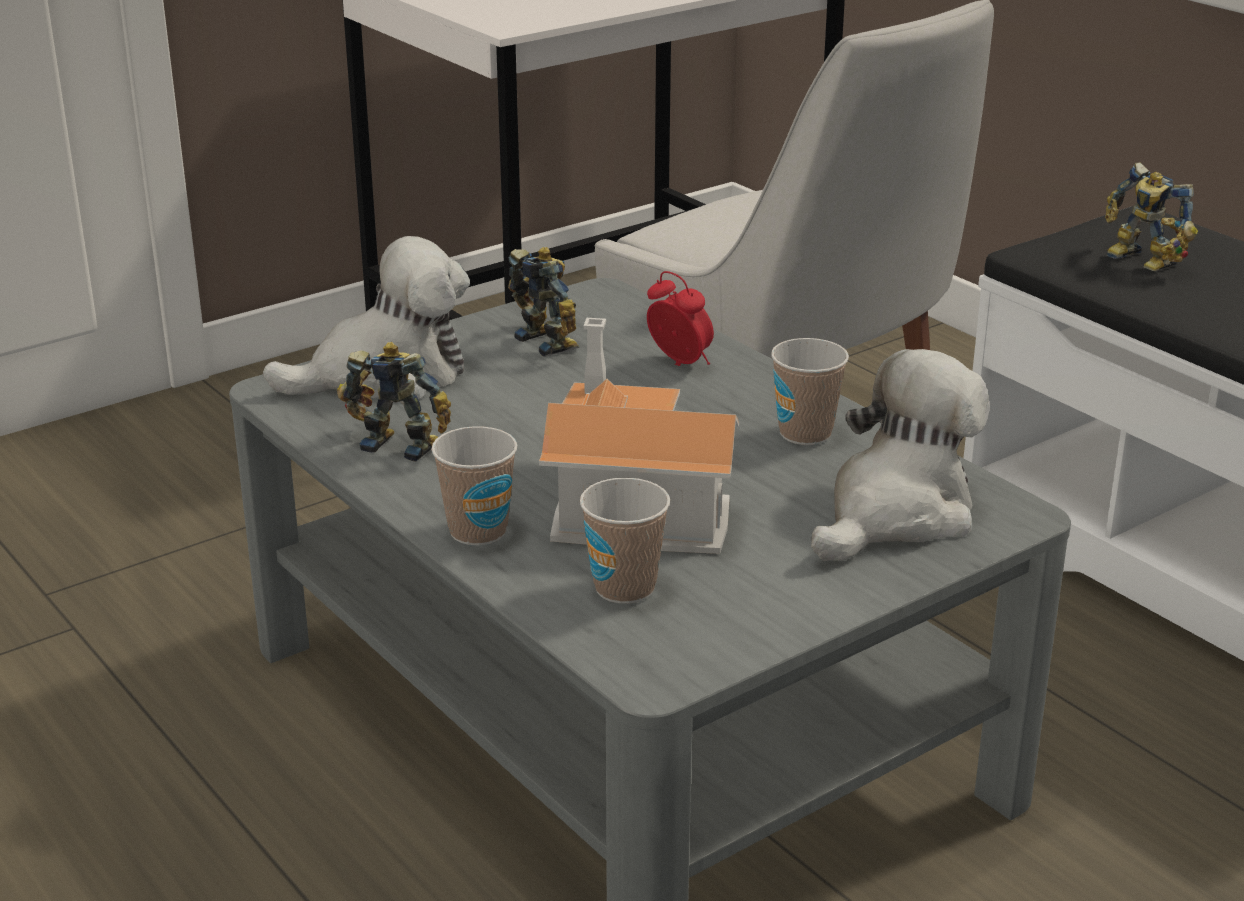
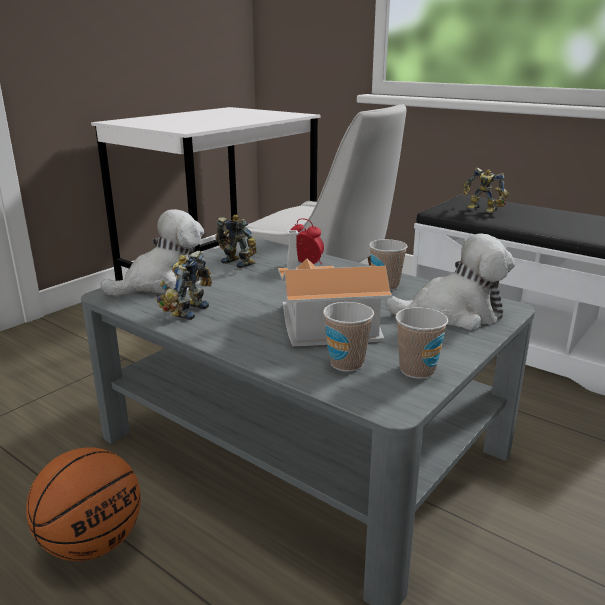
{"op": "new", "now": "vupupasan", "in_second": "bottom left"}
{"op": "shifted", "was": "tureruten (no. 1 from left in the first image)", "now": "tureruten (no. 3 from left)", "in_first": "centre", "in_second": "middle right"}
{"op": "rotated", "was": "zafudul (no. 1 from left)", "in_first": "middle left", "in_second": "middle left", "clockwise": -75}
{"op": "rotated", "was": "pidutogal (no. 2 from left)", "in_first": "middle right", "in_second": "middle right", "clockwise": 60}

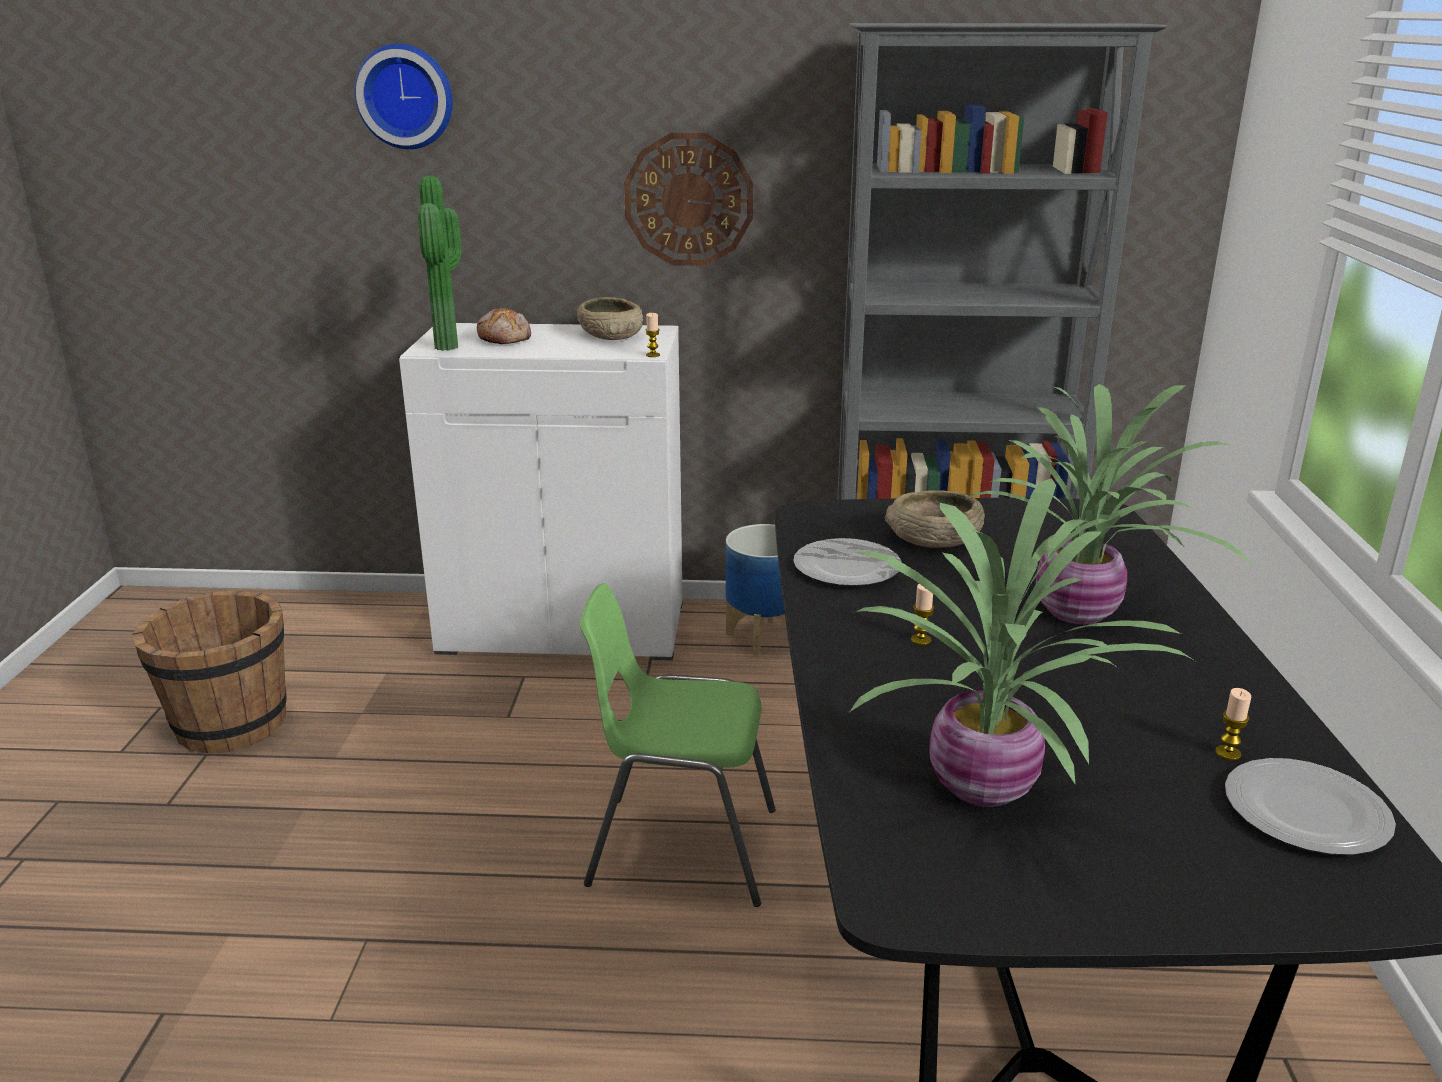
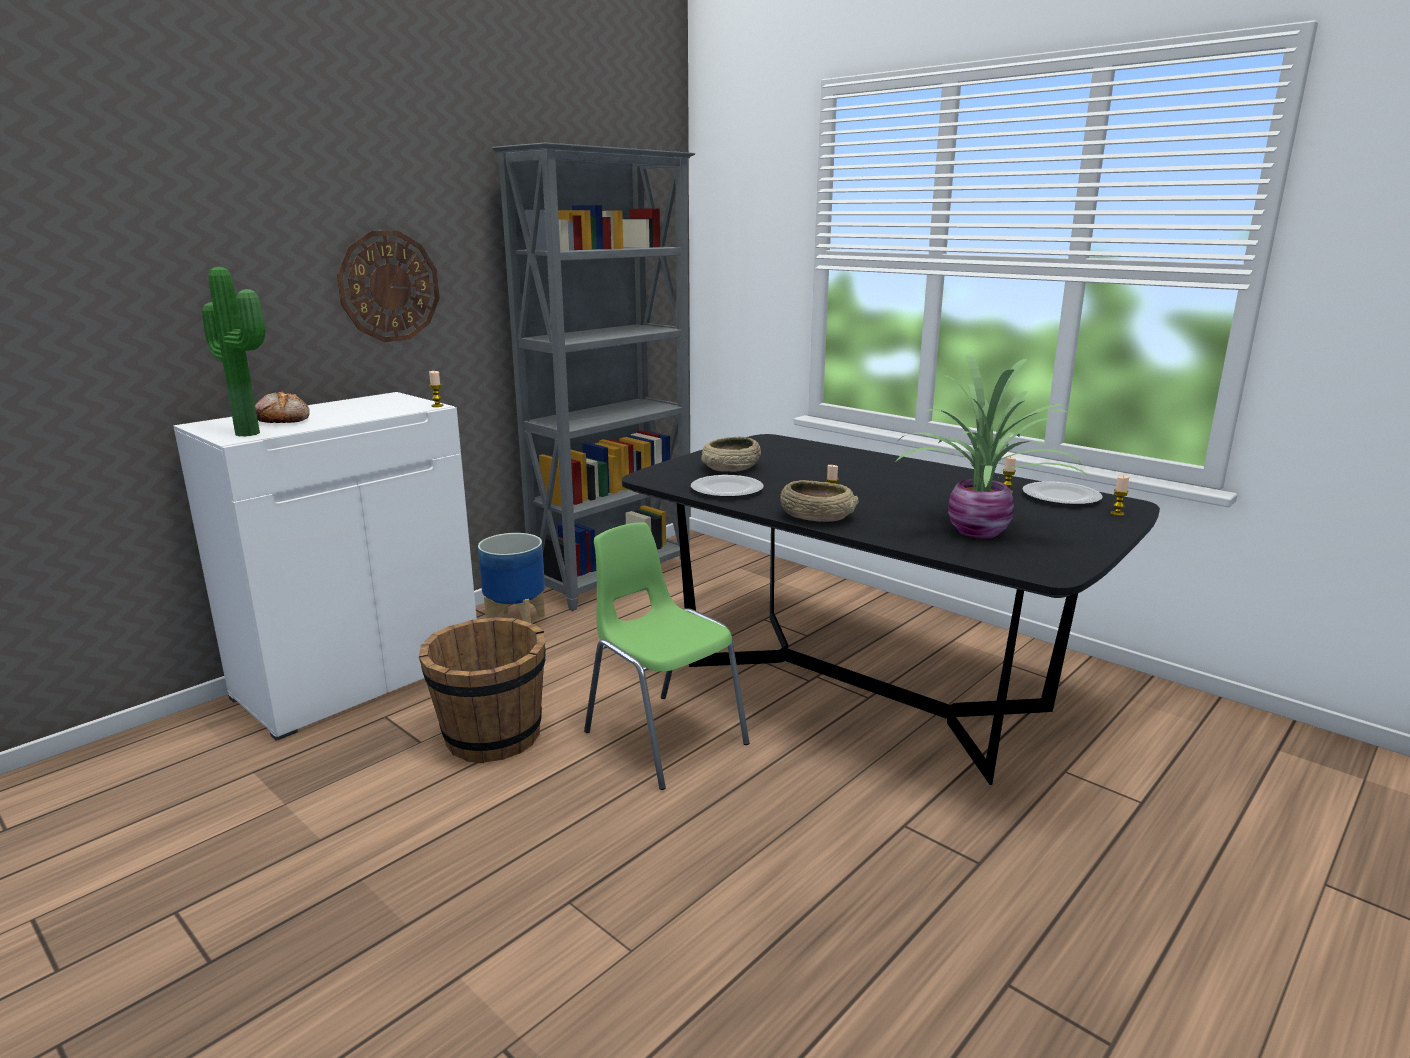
{"op": "gone", "was": "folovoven (no. 1 from left)", "in_first": "top left"}
{"op": "gone", "was": "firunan (no. 3 from left)", "in_first": "middle right"}
{"op": "new", "now": "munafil (no. 4 from left)", "in_second": "middle right"}
{"op": "shifted", "was": "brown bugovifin", "in_first": "middle left", "in_second": "centre"}
{"op": "shifted", "was": "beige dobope (no. 1 from left in the first image)", "now": "beige dobope (no. 2 from left)", "in_first": "top centre", "in_second": "centre"}
{"op": "rotated", "was": "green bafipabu", "in_first": "bottom centre", "in_second": "centre", "clockwise": 90}

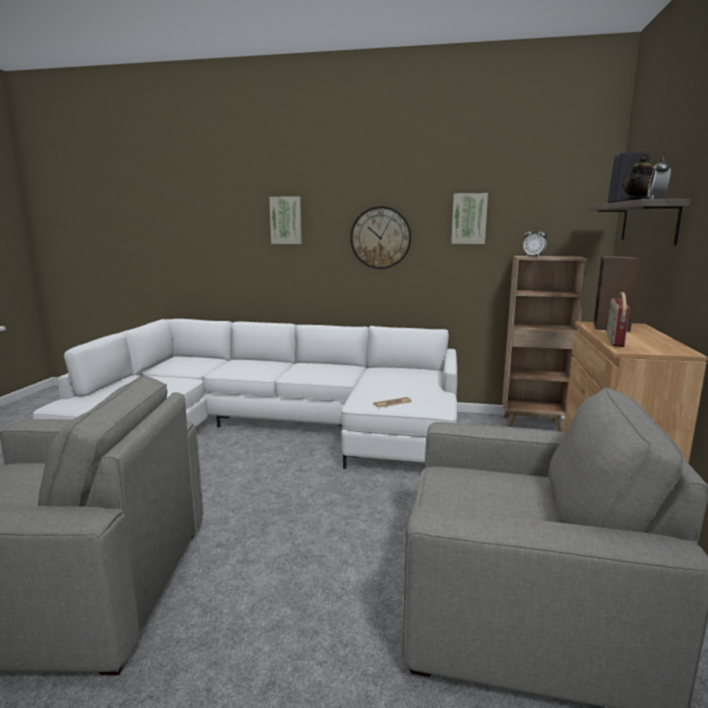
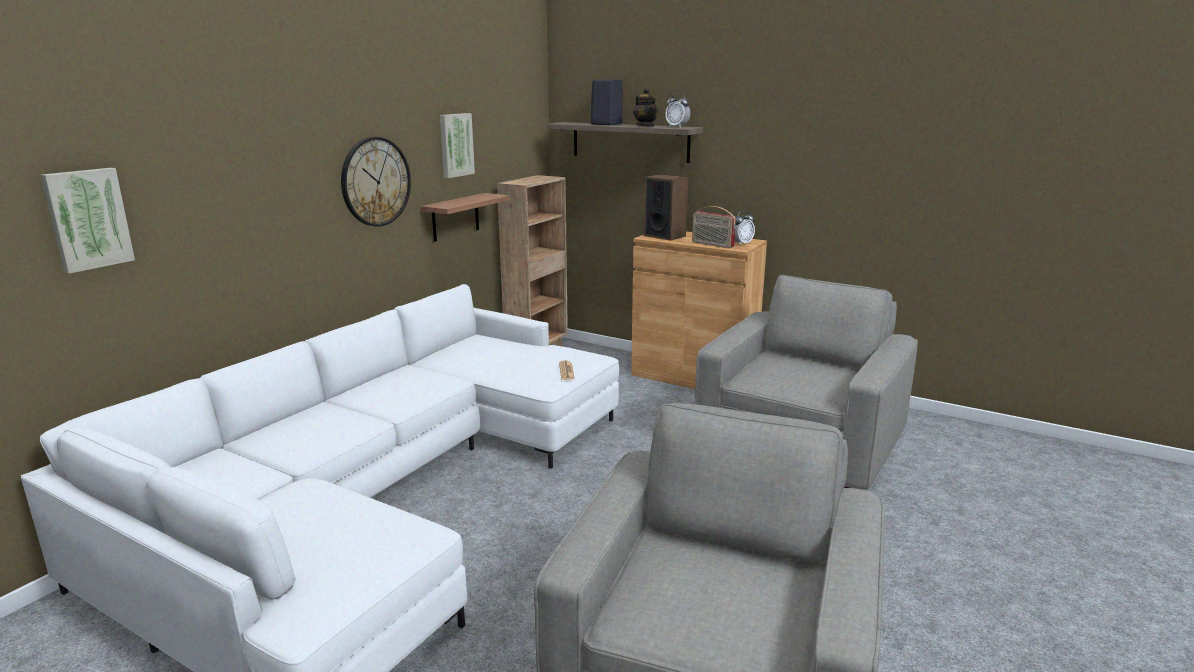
{"op": "new", "now": "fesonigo (no. 1 from left)", "in_second": "top centre"}
{"op": "shifted", "was": "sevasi (no. 1 from left)", "in_first": "top centre", "in_second": "top left"}
{"op": "shifted", "was": "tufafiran (no. 1 from left in the first image)", "now": "tufafiran (no. 2 from left)", "in_first": "middle right", "in_second": "centre"}

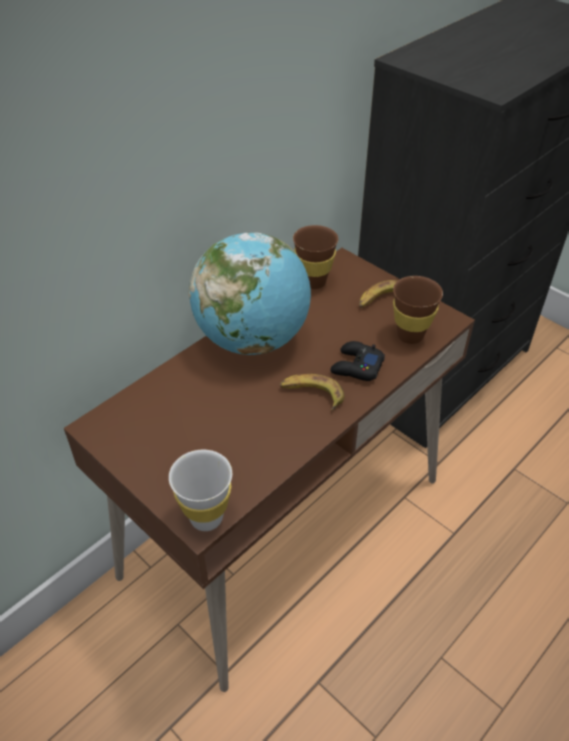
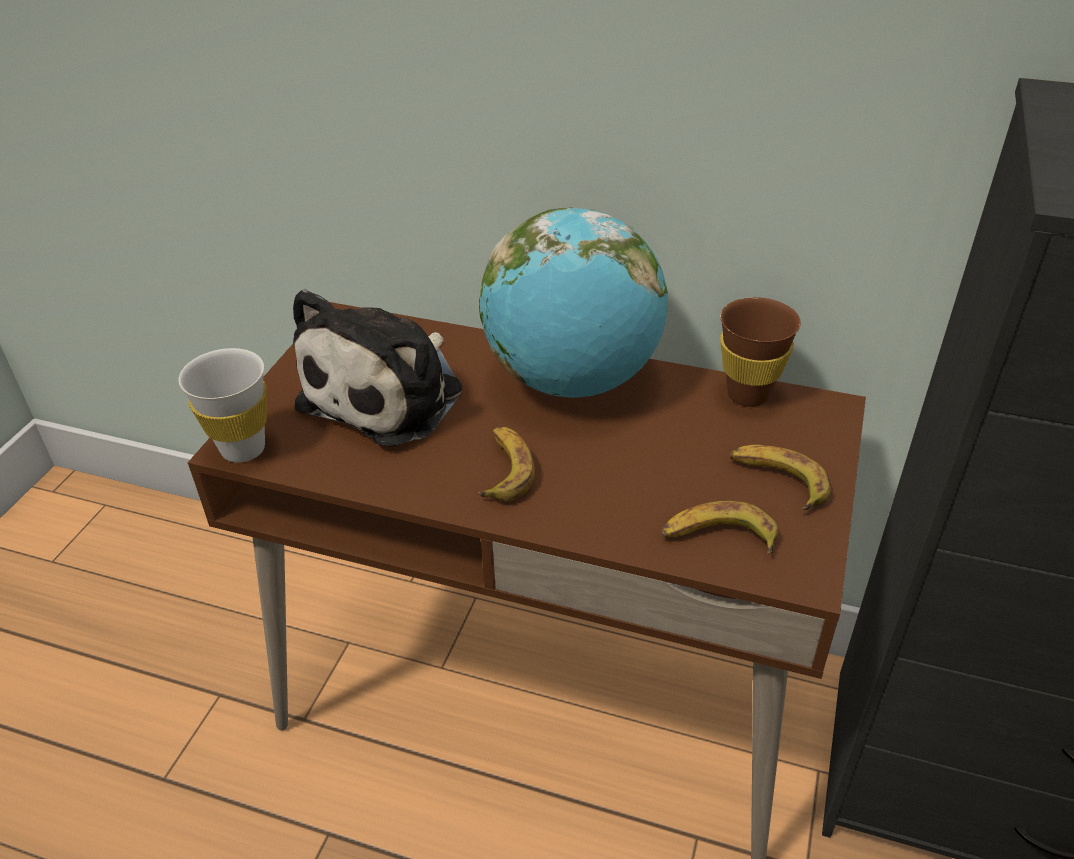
{"op": "gone", "was": "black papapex", "in_first": "centre"}
{"op": "new", "now": "pidutogal", "in_second": "centre"}
{"op": "swapped", "was": "brown tureruten (no. 2 from left)", "now": "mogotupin (no. 2 from left)", "in_first": "middle right", "in_second": "middle right"}

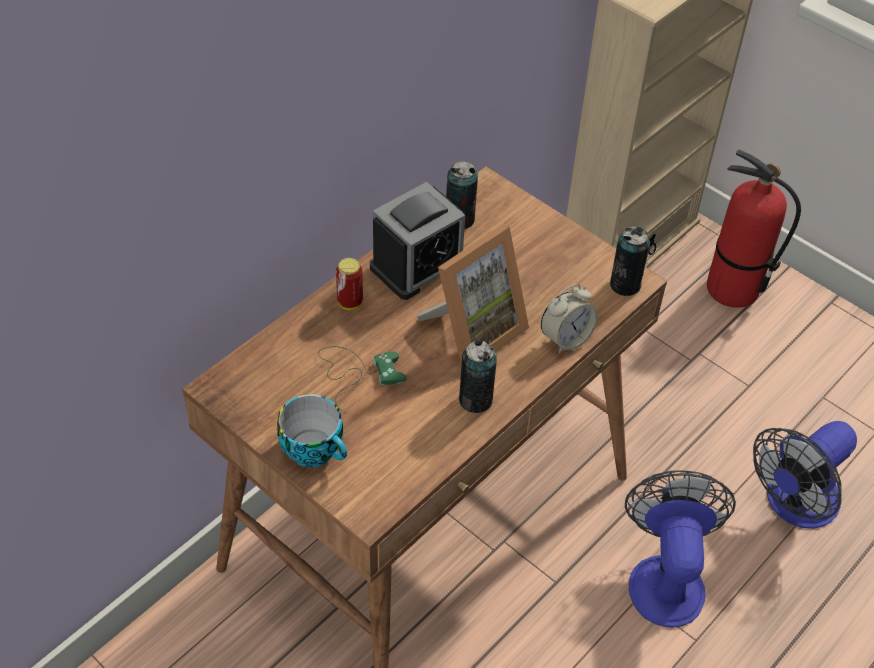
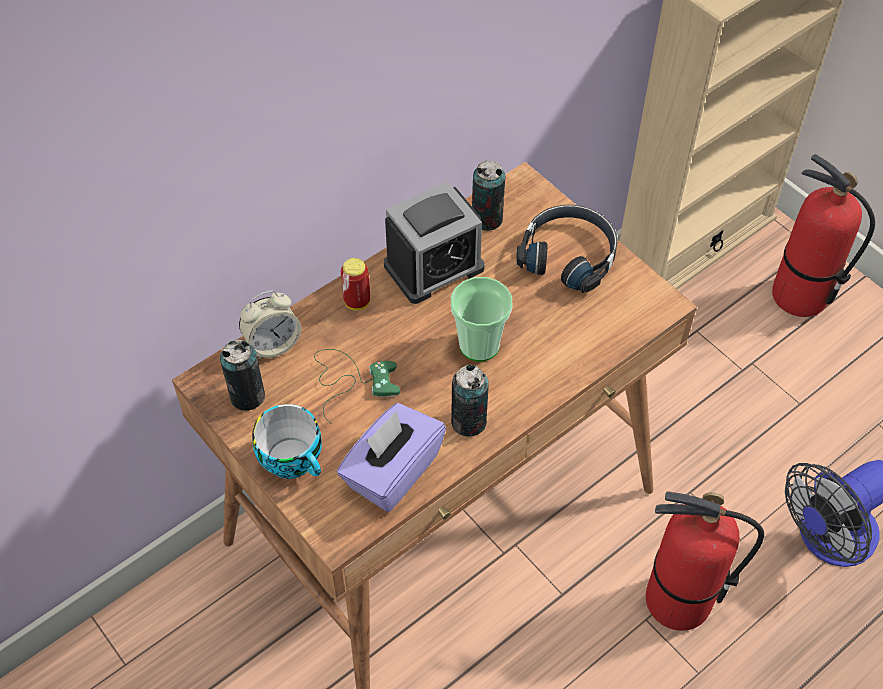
{"op": "new", "now": "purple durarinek", "in_second": "centre"}
{"op": "new", "now": "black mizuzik", "in_second": "centre"}
{"op": "shifted", "was": "tufafiran (no. 2 from left in the first image)", "now": "tufafiran (no. 1 from left)", "in_first": "centre", "in_second": "middle left"}
{"op": "shifted", "was": "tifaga (no. 4 from left in the first image)", "now": "tifaga (no. 1 from left)", "in_first": "middle right", "in_second": "middle left"}
{"op": "swapped", "was": "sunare", "now": "tureruten (no. 2 from left)", "in_first": "centre", "in_second": "centre"}
{"op": "swapped", "was": "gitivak (no. 1 from left)", "now": "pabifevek (no. 1 from left)", "in_first": "bottom right", "in_second": "bottom right"}

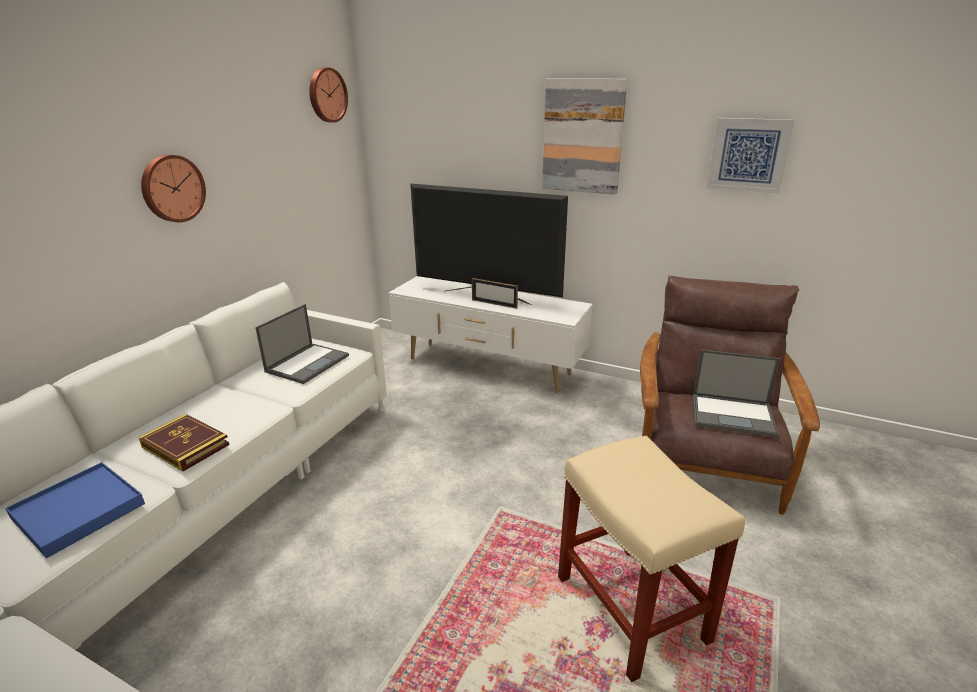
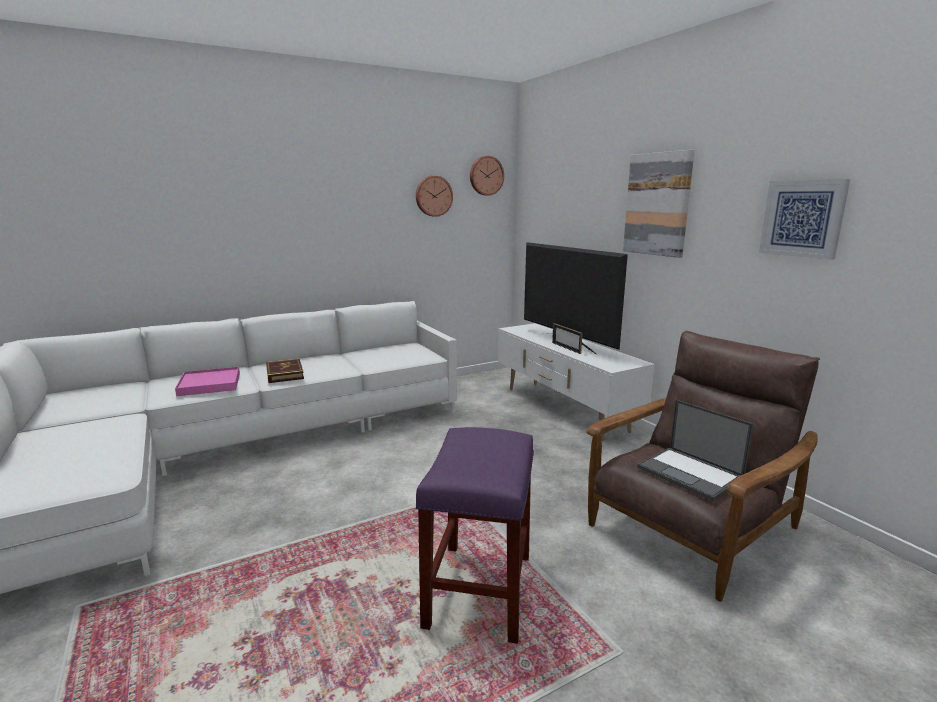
{"op": "gone", "was": "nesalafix (no. 1 from left)", "in_first": "middle left"}
{"op": "shifted", "was": "folovoven (no. 1 from left)", "in_first": "top left", "in_second": "top centre"}
{"op": "repainted", "was": "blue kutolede", "now": "pink kutolede", "in_first": "bottom left", "in_second": "middle left"}
{"op": "repainted", "was": "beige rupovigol", "now": "purple rupovigol", "in_first": "bottom centre", "in_second": "bottom centre"}

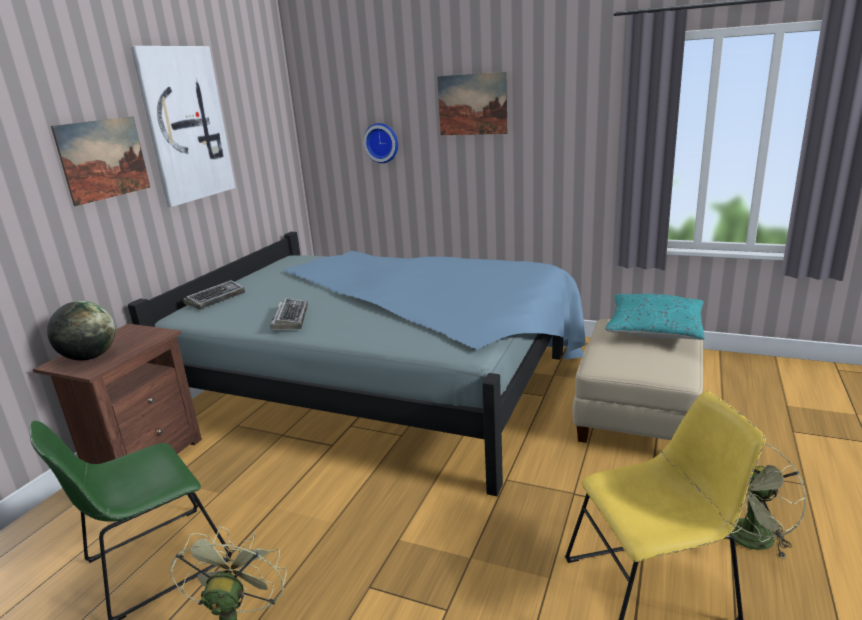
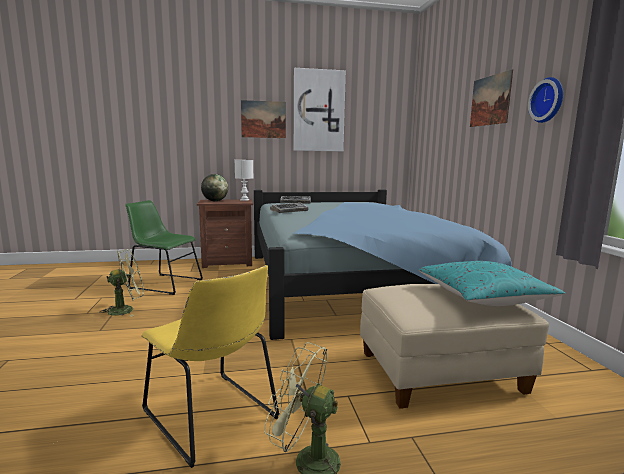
{"op": "new", "now": "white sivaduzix", "in_second": "centre"}
{"op": "shifted", "was": "folovoven", "in_first": "top centre", "in_second": "top right"}

